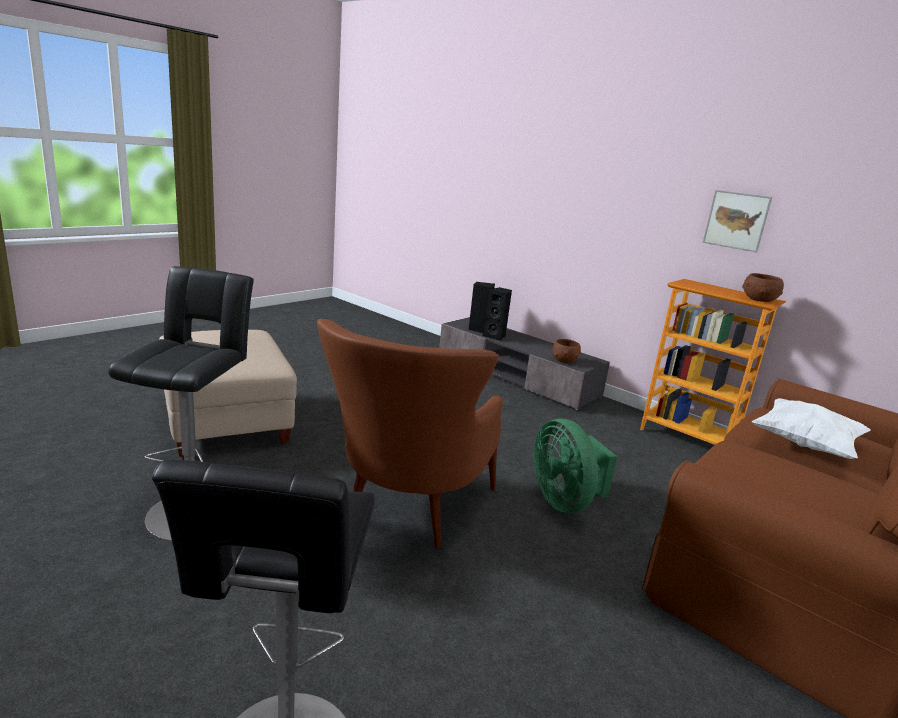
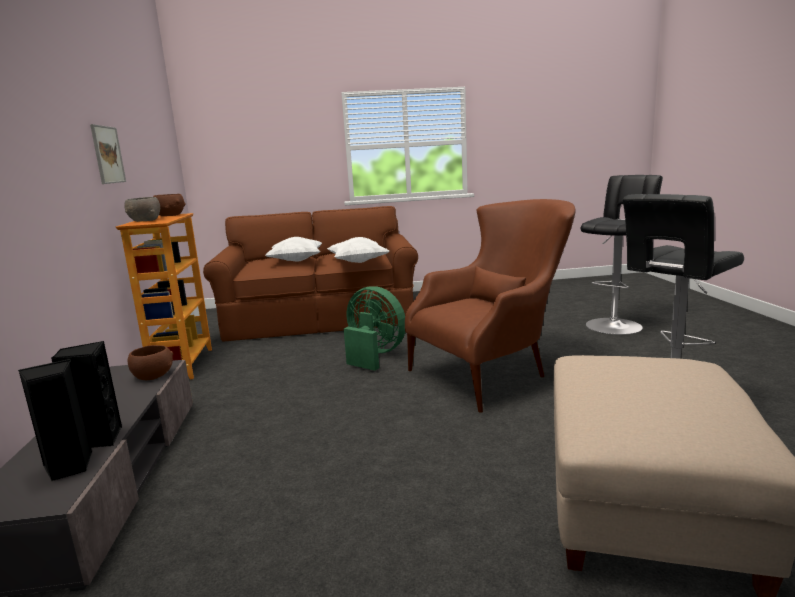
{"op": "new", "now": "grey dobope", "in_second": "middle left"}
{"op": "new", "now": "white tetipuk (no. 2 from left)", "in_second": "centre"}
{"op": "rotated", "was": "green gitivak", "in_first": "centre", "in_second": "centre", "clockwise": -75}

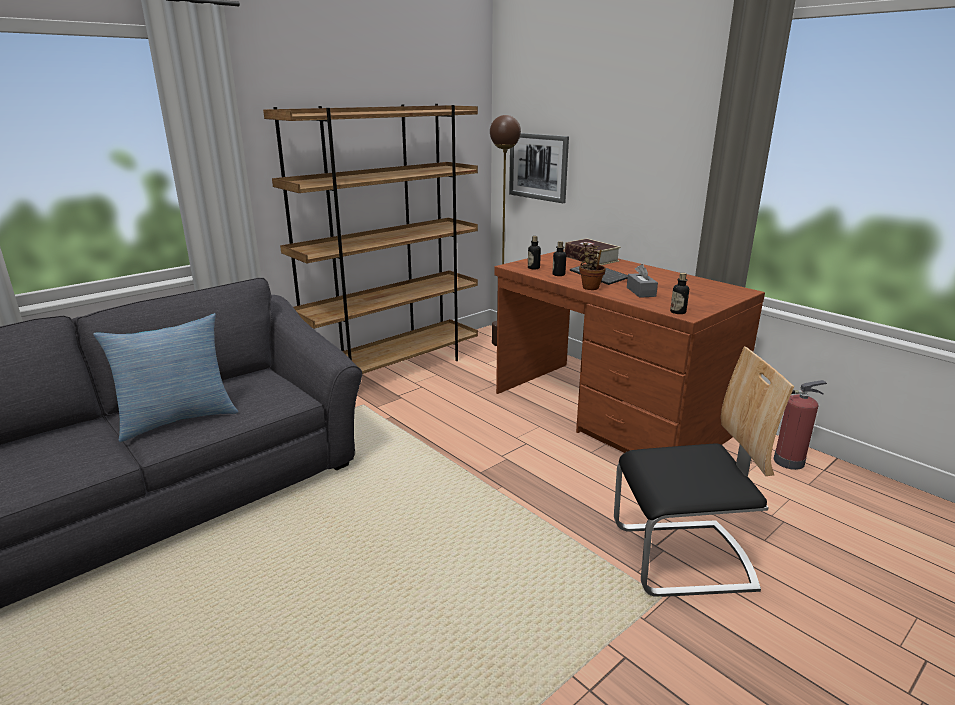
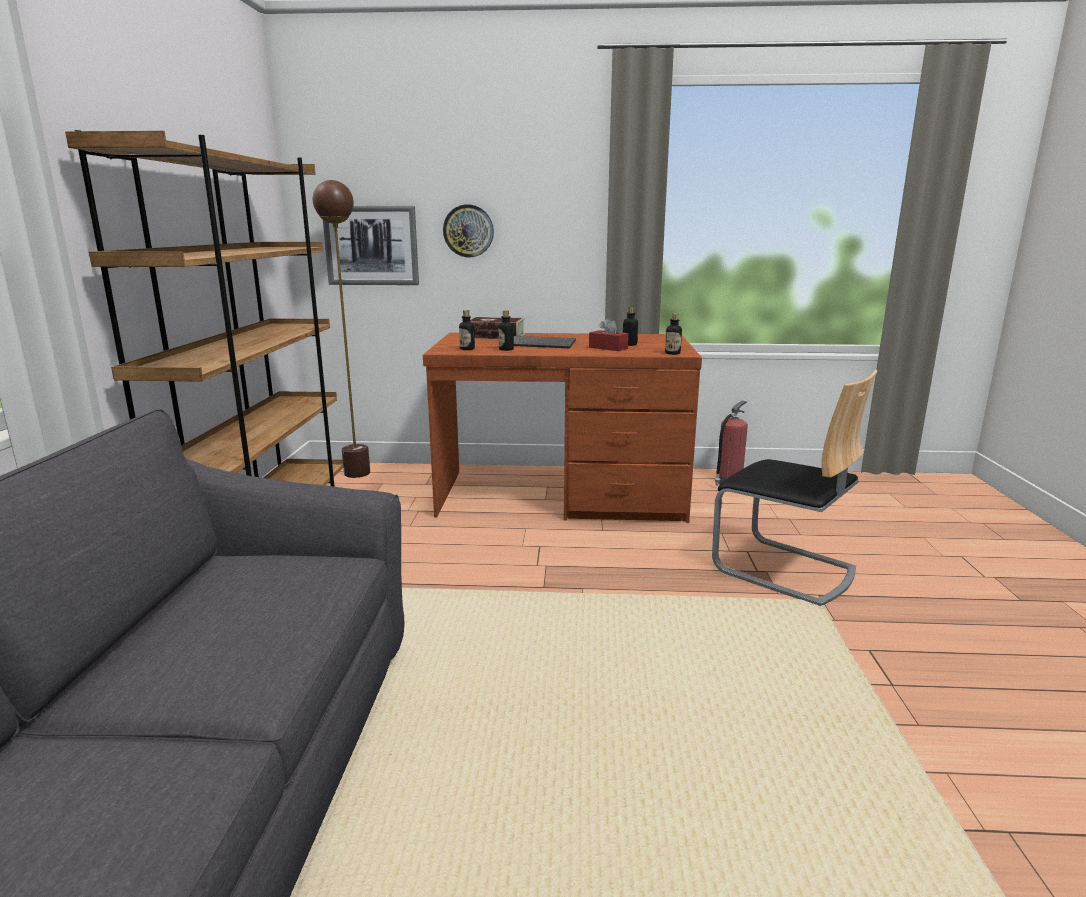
{"op": "gone", "was": "tetipuk", "in_first": "middle left"}
{"op": "gone", "was": "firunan", "in_first": "centre"}
{"op": "new", "now": "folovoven", "in_second": "top centre"}
{"op": "new", "now": "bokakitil (no. 3 from left)", "in_second": "centre"}
{"op": "repainted", "was": "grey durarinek", "now": "red durarinek", "in_first": "middle right", "in_second": "centre"}
{"op": "rotated", "was": "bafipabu", "in_first": "bottom right", "in_second": "middle right", "clockwise": 90}

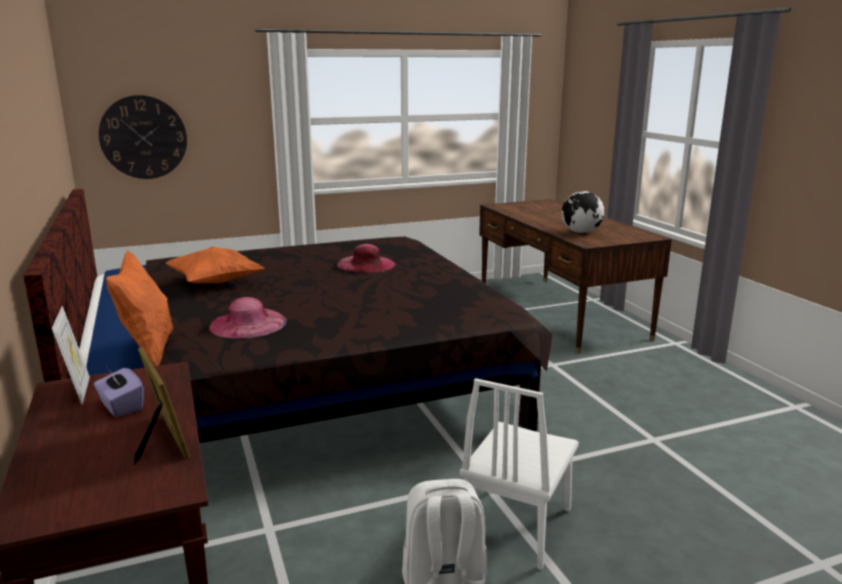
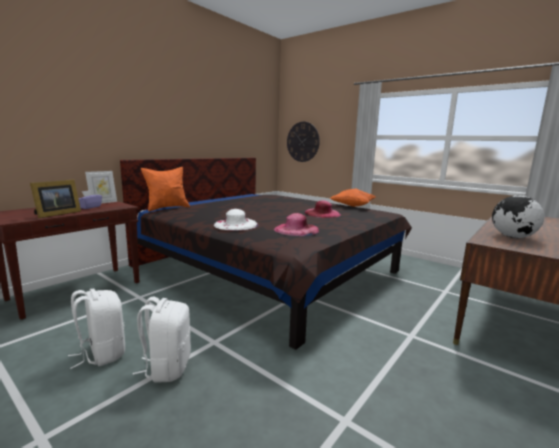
{"op": "new", "now": "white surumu", "in_second": "centre"}
{"op": "shifted", "was": "orange tetipuk (no. 2 from left)", "in_first": "middle left", "in_second": "centre"}
{"op": "shifted", "was": "pink surumu (no. 1 from left)", "in_first": "middle left", "in_second": "centre"}
{"op": "swapped", "was": "white bafipabu", "now": "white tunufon (no. 2 from left)", "in_first": "bottom centre", "in_second": "bottom left"}

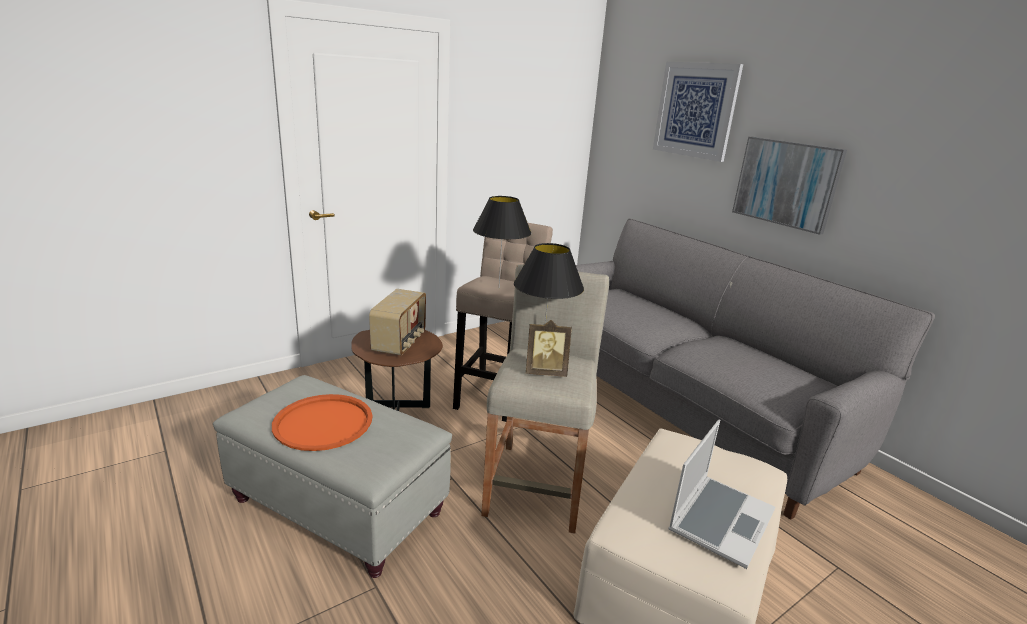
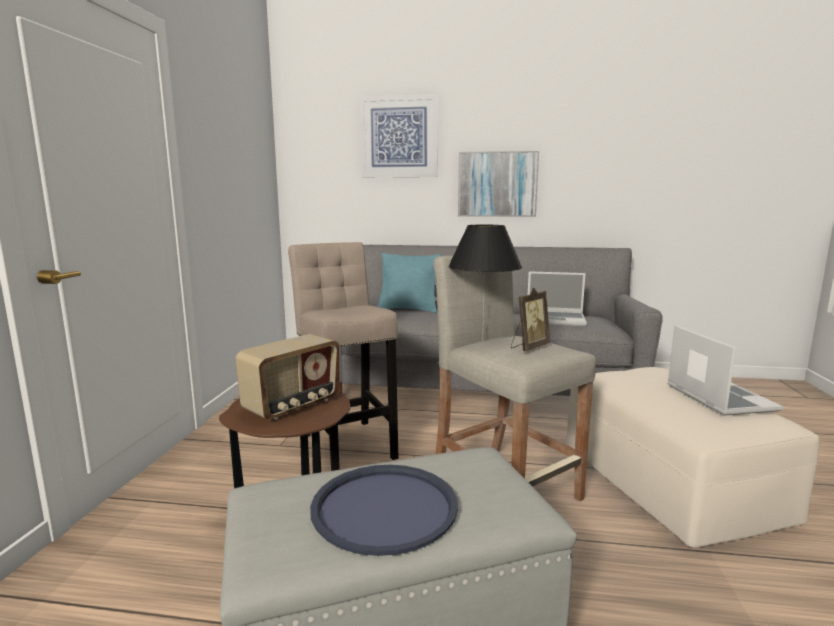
{"op": "gone", "was": "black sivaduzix (no. 1 from left)", "in_first": "centre"}
{"op": "new", "now": "turquoise tetipuk", "in_second": "centre"}
{"op": "new", "now": "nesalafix (no. 1 from left)", "in_second": "middle right"}
{"op": "repainted", "was": "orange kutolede", "now": "blue kutolede", "in_first": "bottom left", "in_second": "bottom centre"}
{"op": "rotated", "was": "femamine", "in_first": "centre", "in_second": "centre", "clockwise": 75}

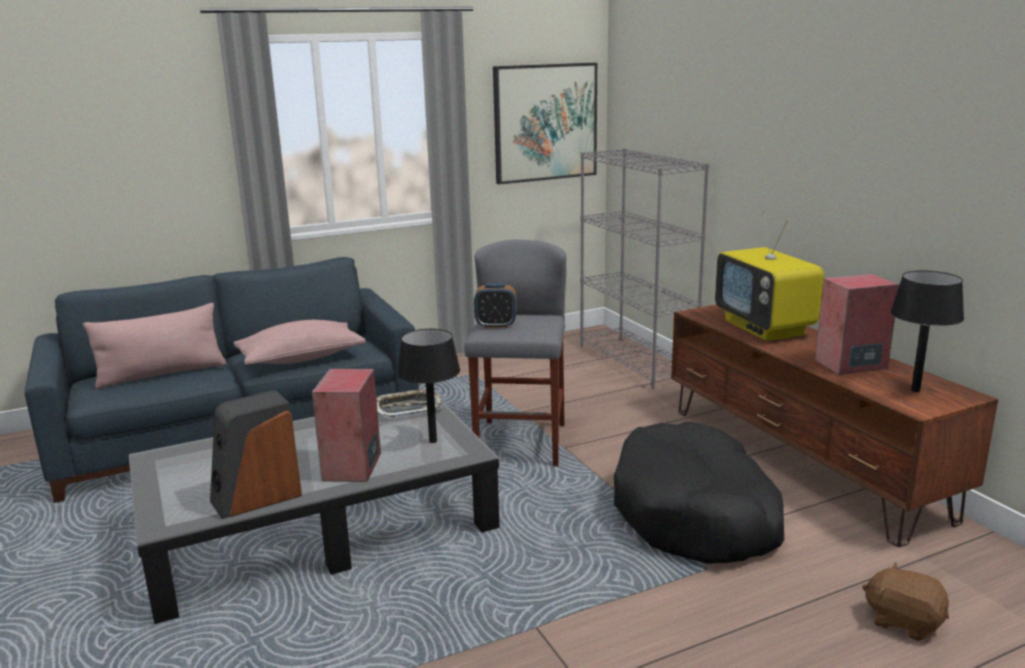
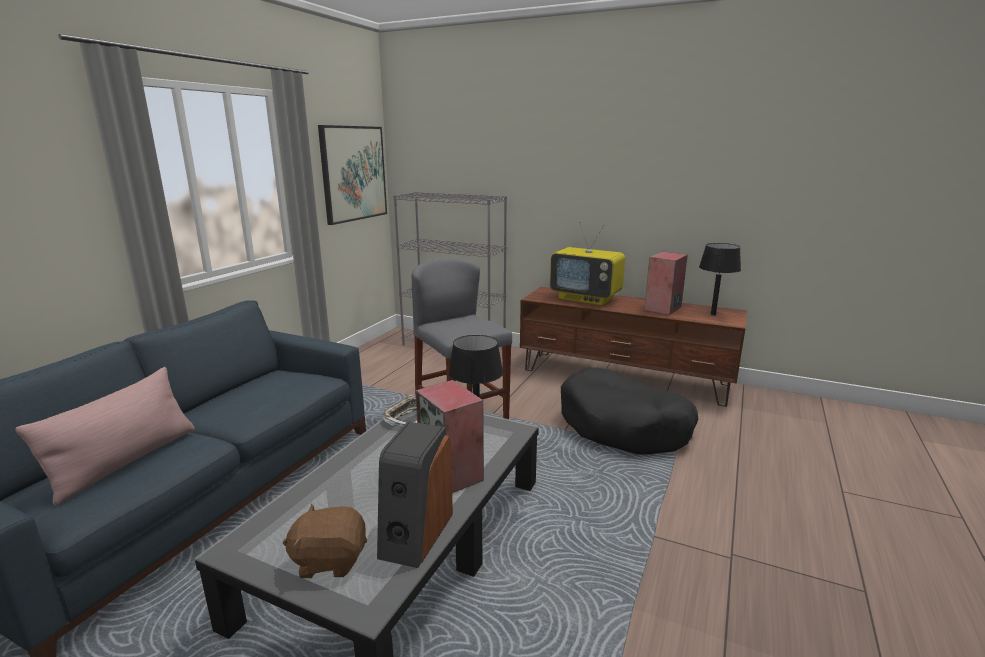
{"op": "gone", "was": "pink tetipuk (no. 2 from left)", "in_first": "middle left"}
{"op": "gone", "was": "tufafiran", "in_first": "centre"}
{"op": "shifted", "was": "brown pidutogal", "in_first": "bottom right", "in_second": "bottom left"}

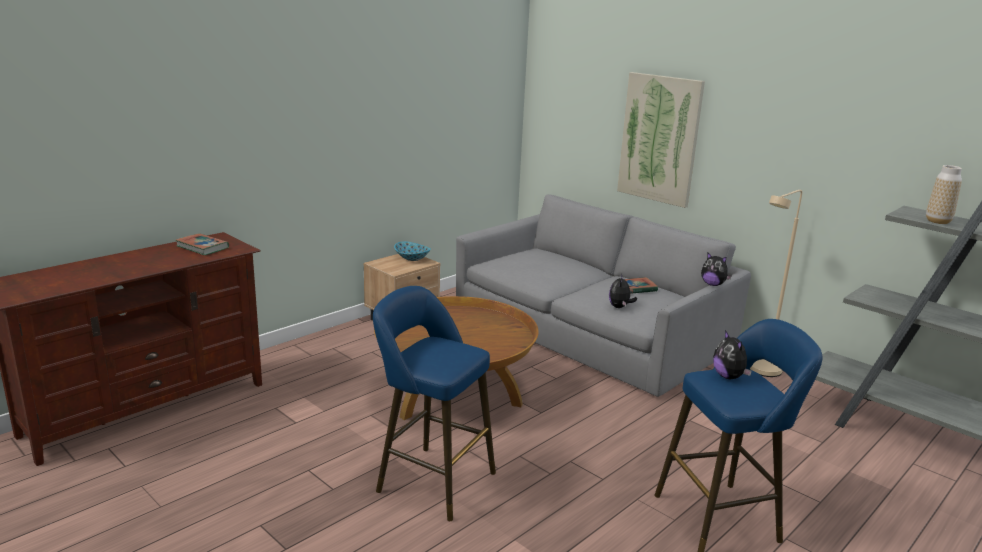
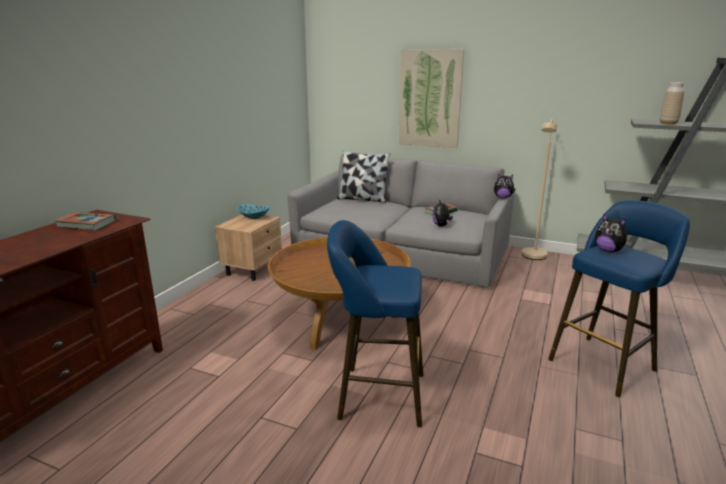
{"op": "new", "now": "tetipuk", "in_second": "centre"}

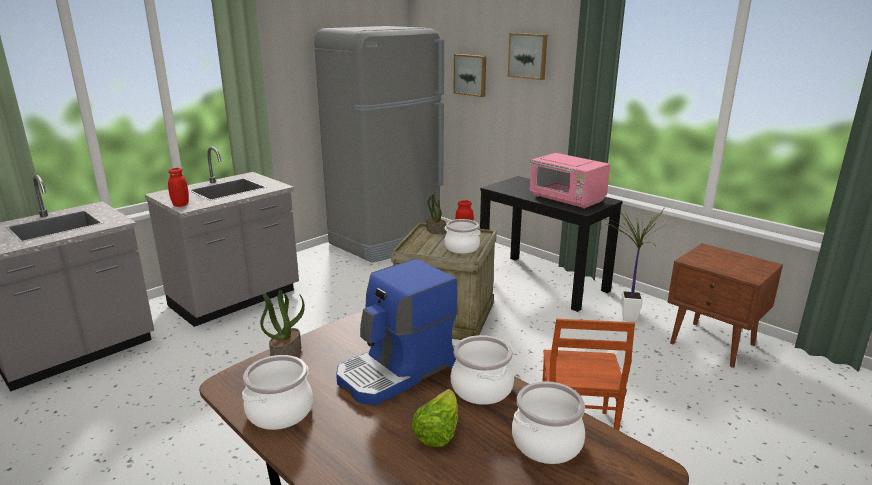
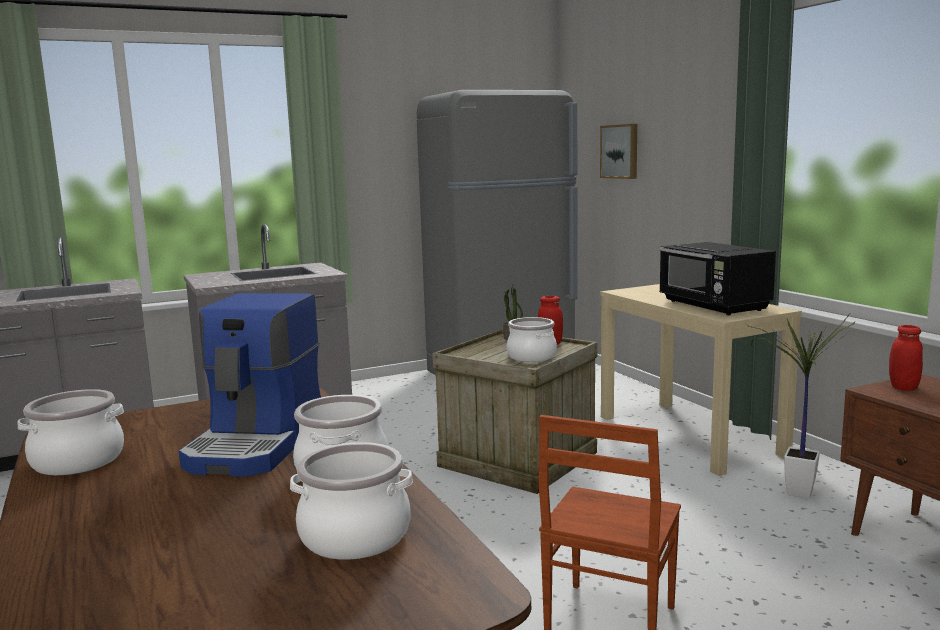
{"op": "gone", "was": "firunan (no. 1 from left)", "in_first": "middle left"}
{"op": "gone", "was": "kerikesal", "in_first": "bottom centre"}
{"op": "gone", "was": "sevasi (no. 2 from left)", "in_first": "top centre"}
{"op": "shifted", "was": "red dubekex (no. 1 from left in the first image)", "now": "red dubekex (no. 2 from left)", "in_first": "middle left", "in_second": "middle right"}
{"op": "repainted", "was": "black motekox", "now": "beige motekox", "in_first": "centre", "in_second": "middle right"}
{"op": "repainted", "was": "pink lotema", "now": "black lotema", "in_first": "centre", "in_second": "middle right"}
{"op": "rotated", "was": "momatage", "in_first": "bottom centre", "in_second": "middle left", "clockwise": -60}

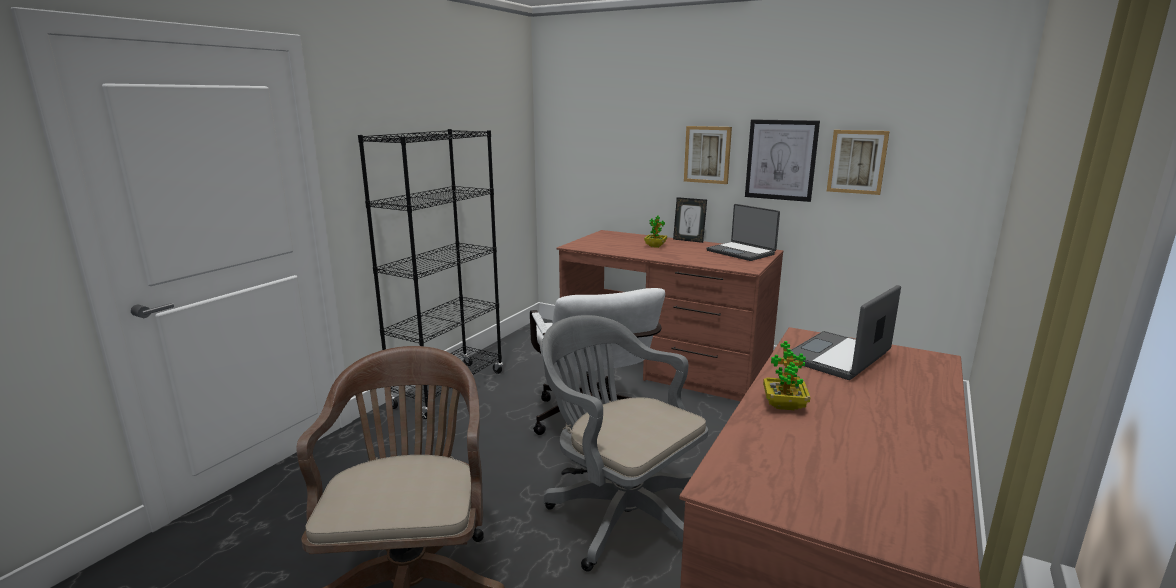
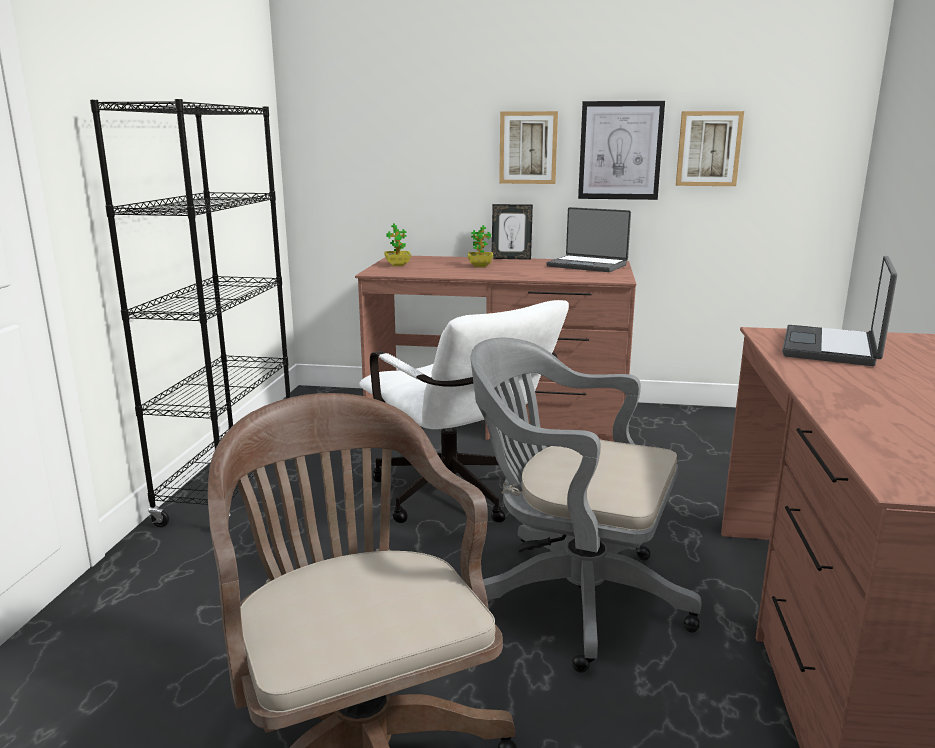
{"op": "shifted", "was": "firunan (no. 2 from left in the first image)", "now": "firunan (no. 1 from left)", "in_first": "middle right", "in_second": "top centre"}

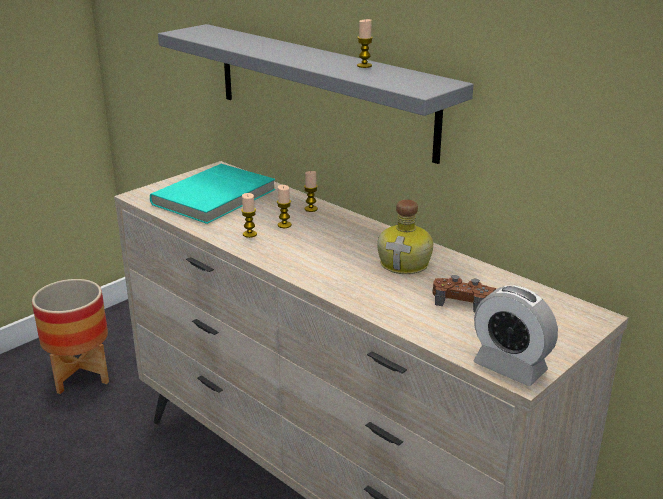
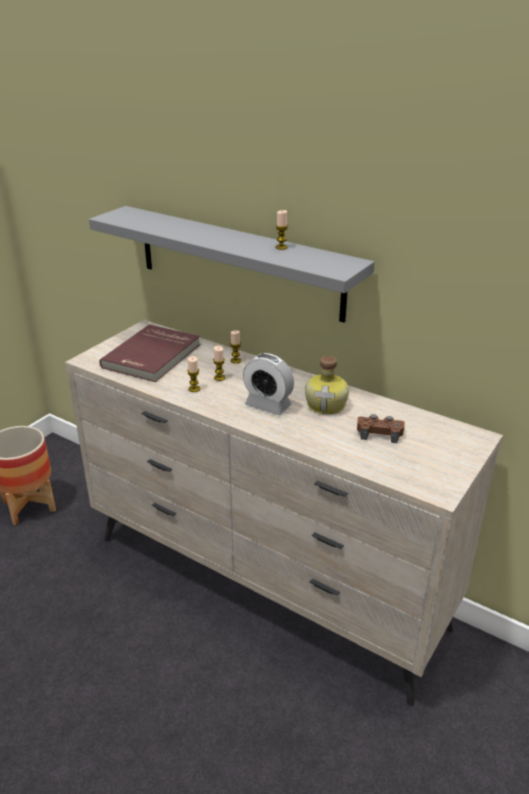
{"op": "shifted", "was": "tufafiran", "in_first": "bottom right", "in_second": "centre"}
{"op": "repainted", "was": "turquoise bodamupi", "now": "red bodamupi", "in_first": "middle left", "in_second": "middle left"}

